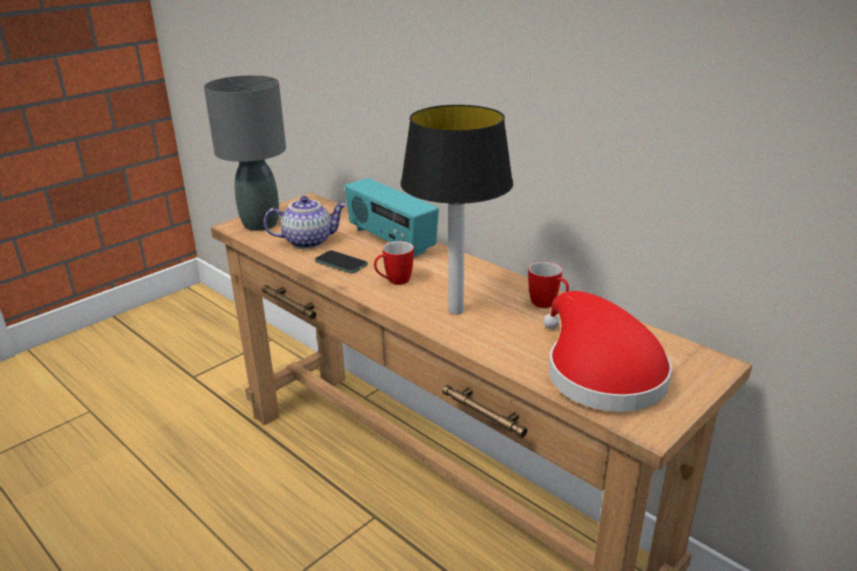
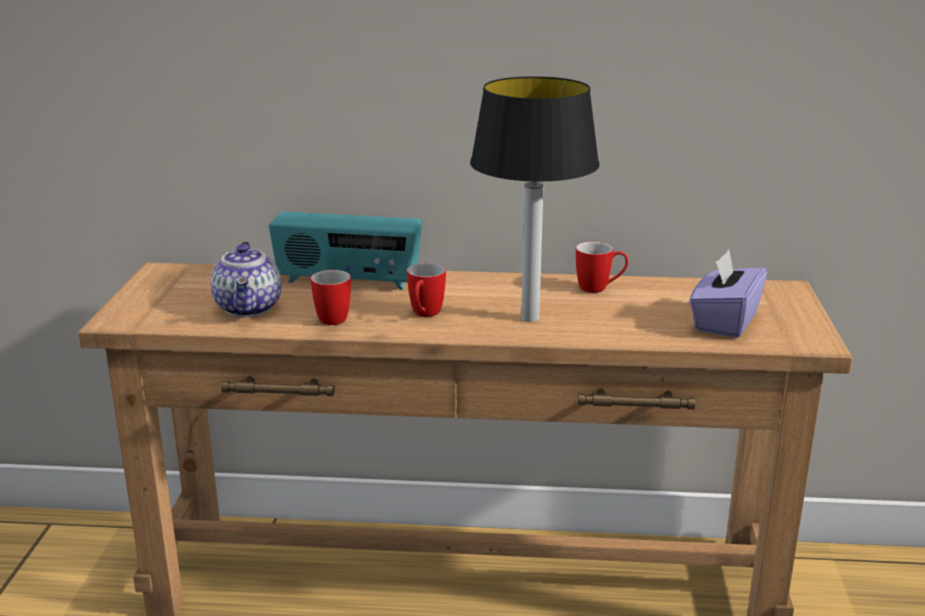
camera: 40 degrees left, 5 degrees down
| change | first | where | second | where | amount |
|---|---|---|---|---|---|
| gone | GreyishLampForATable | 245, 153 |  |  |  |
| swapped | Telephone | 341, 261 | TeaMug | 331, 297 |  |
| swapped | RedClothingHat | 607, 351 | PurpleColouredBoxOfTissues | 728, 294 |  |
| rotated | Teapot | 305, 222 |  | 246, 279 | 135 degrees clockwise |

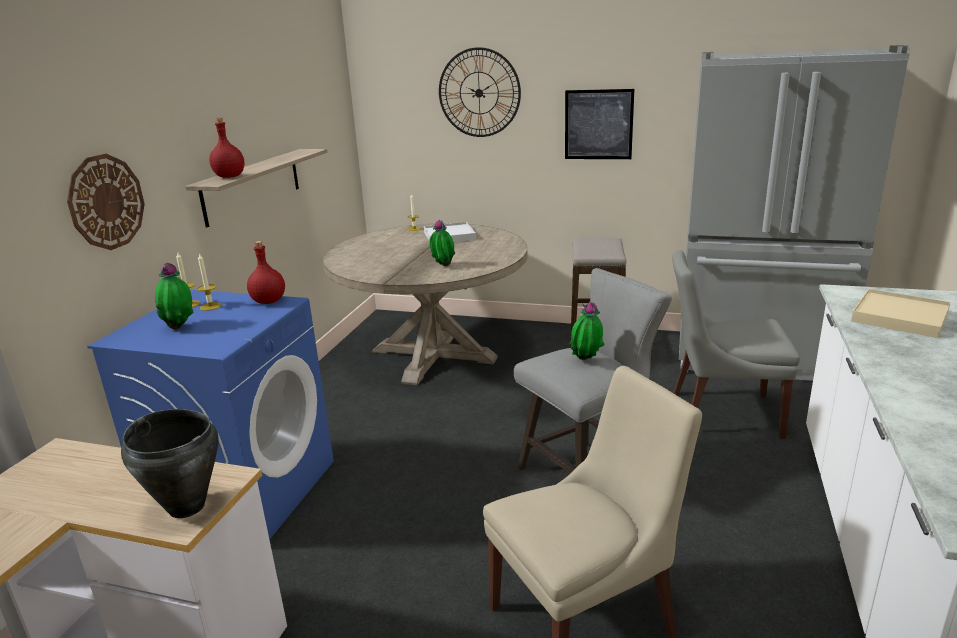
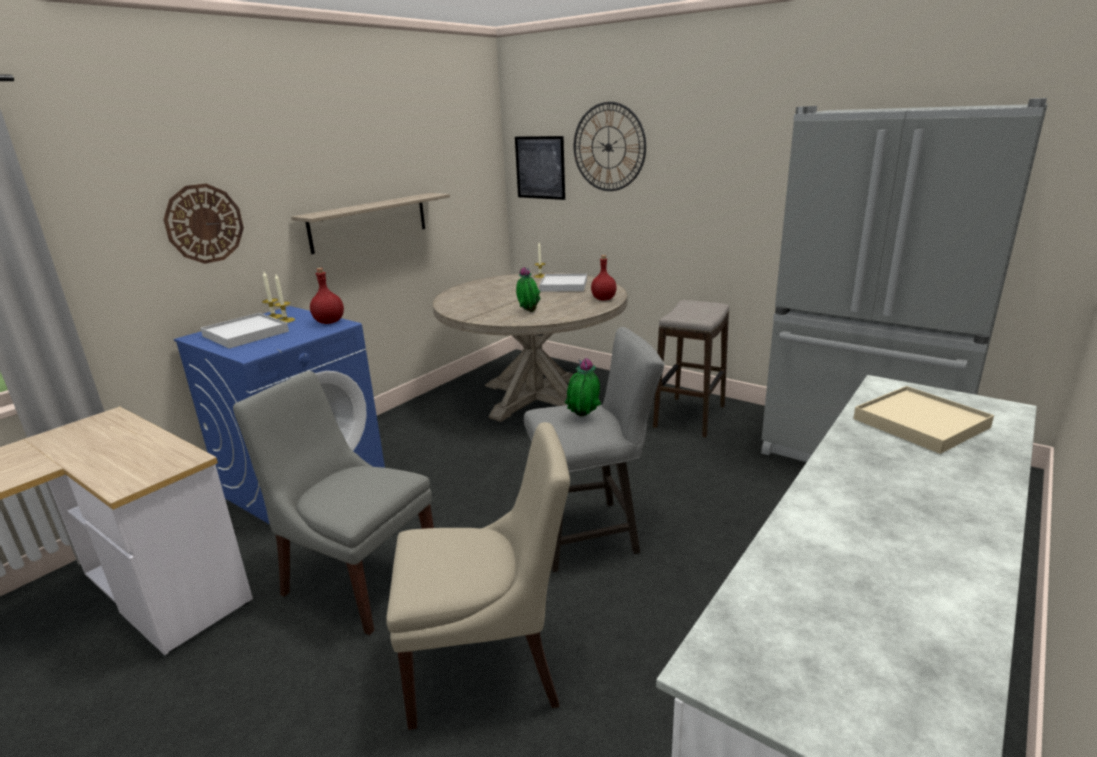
camera: 20 degrees right, 0 degrees up
| change | first | where | second | where | amount |
|---|---|---|---|---|---|
| gone | BlackishStockpot | 170, 463 |  |  |  |
| shifted | RedDrinkBottle | 226, 148 |  | 604, 277 |  |
| shifted | Picture | 599, 124 |  | 540, 168 |  |
| shifted | GreyishPlainChair | 736, 344 |  | 333, 503 |  |
| swapped | PlantInAPot | 174, 296 | WhiteCarryingTray | 245, 331 |  |

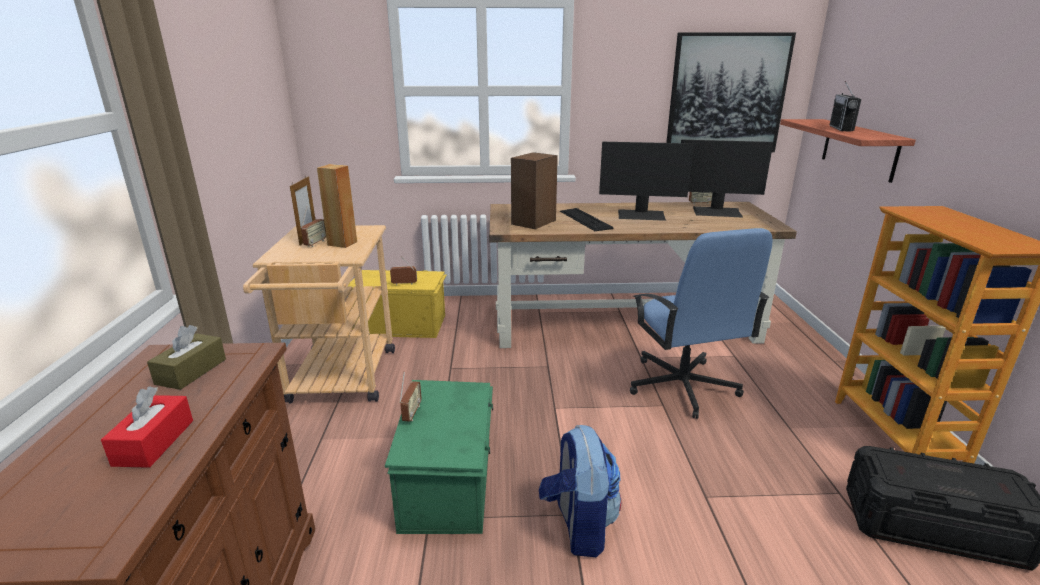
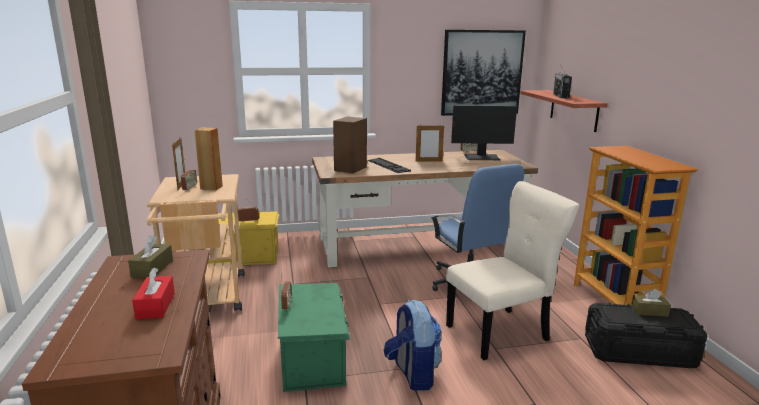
camera: 10 degrees left, 5 degrees down
| change | first | where | second | where | amount |
|---|---|---|---|---|---|
| new |  |  | SandColouredPlainChair | 512, 270 |  |
| new |  |  | BrownColouredBoxOfTissues | 651, 303 |  |
| swapped | ComputerScreen | 646, 181 | PhotoFrame | 430, 143 |  |

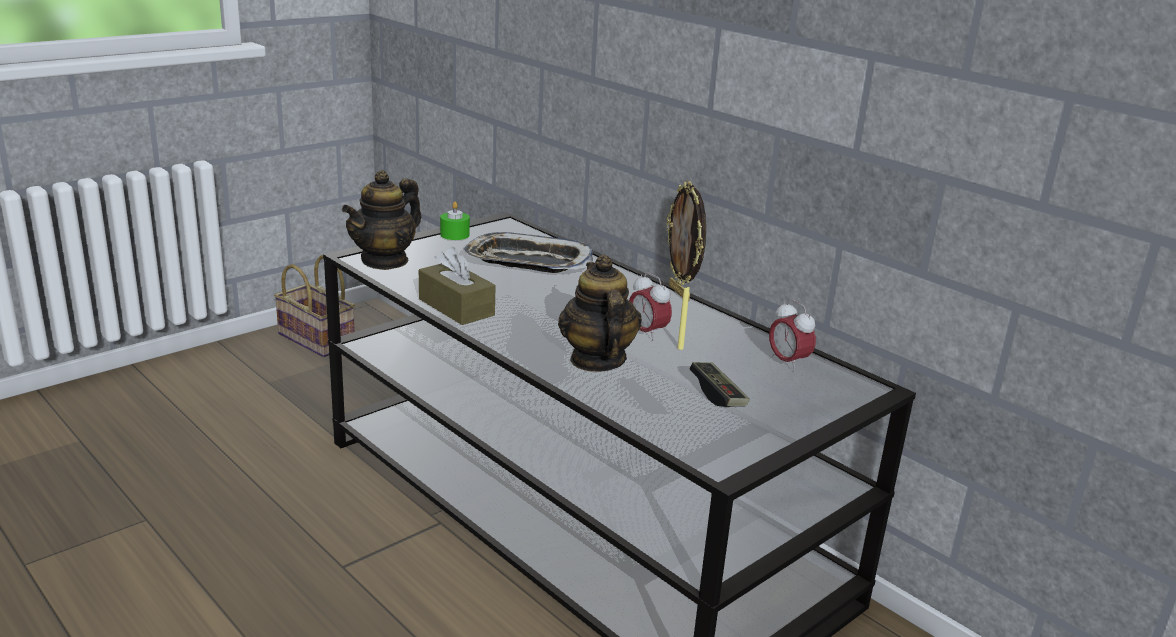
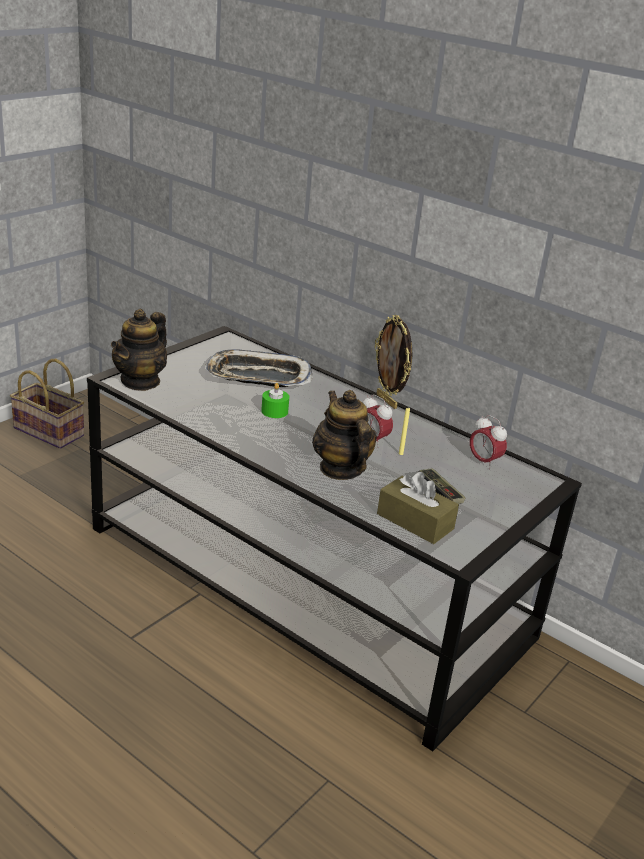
camera: 10 degrees left, 5 degrees up
| change | first | where | second | where | amount |
|---|---|---|---|---|---|
| shifted | BrownColouredBoxOfTissues | 457, 286 |  | 418, 508 |  |
| shifted | GreenishCandle | 455, 221 |  | 275, 400 |  |

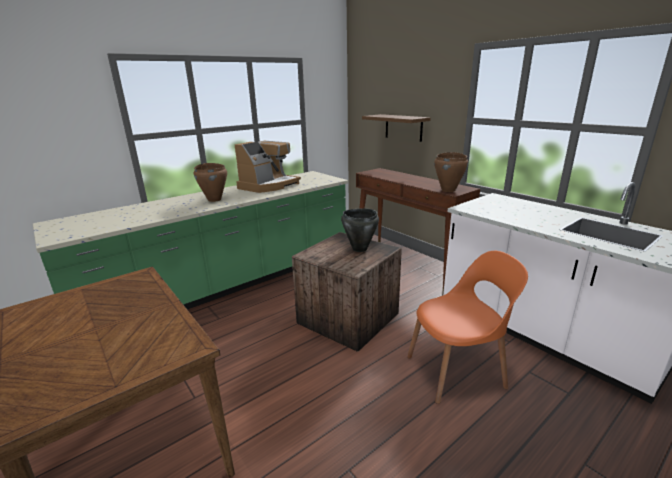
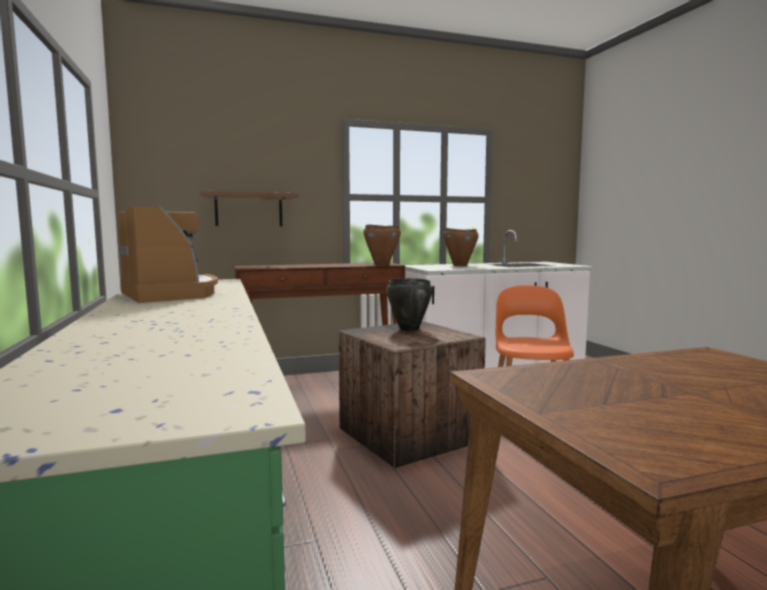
camera: 70 degrees left, 15 degrees down
| change | first | where | second | where | amount |
|---|---|---|---|---|---|
| shifted | BrownColouredStockpot | 210, 182 |  | 461, 247 |  |

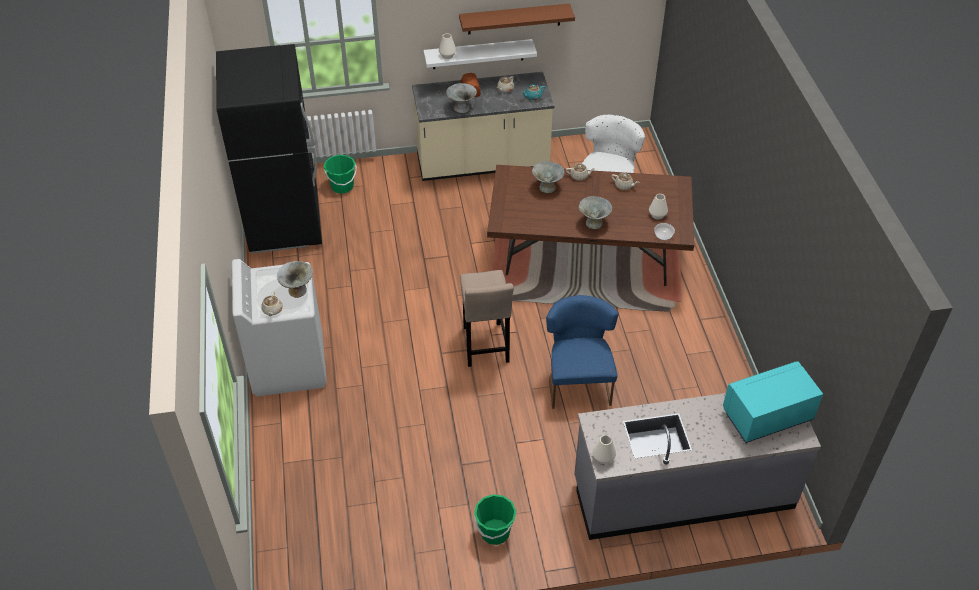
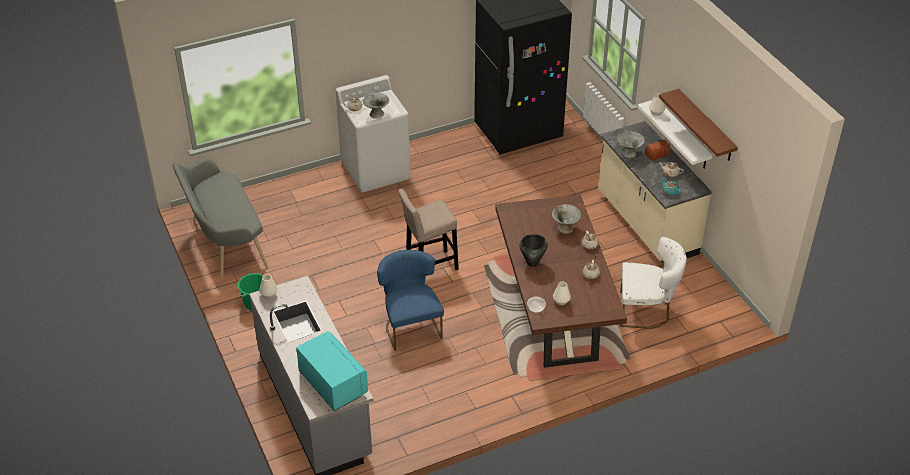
camera: 75 degrees right, 5 degrees down
| change | first | where | second | where | amount |
|---|---|---|---|---|---|
| gone | GreenishPail | 340, 174 |  |  |  |
| new |  |  | GreyishLongSeat | 220, 218 |  |
| swapped | GreyishBowl | 595, 212 | BlackishStockpot | 533, 250 |  |
| rotated | BluePlainChair | 582, 352 |  | 410, 300 | 90 degrees counterclockwise |

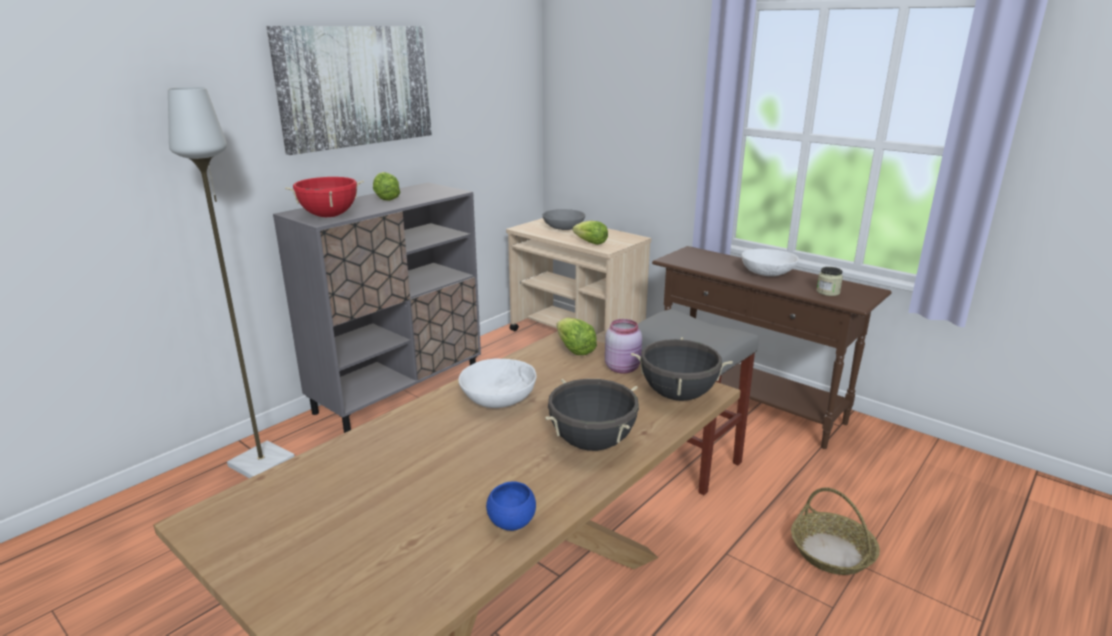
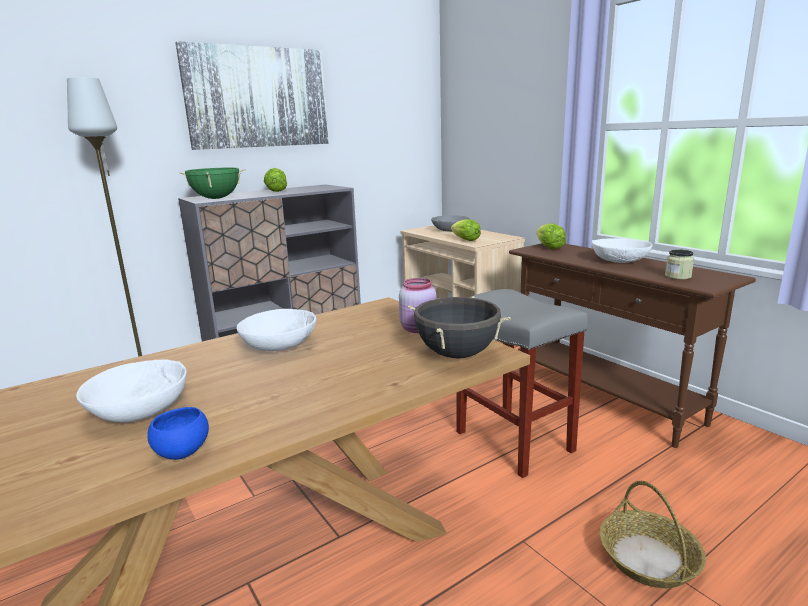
camera: 15 degrees right, 5 degrees down
| change | first | where | second | where | amount |
|---|---|---|---|---|---|
| gone | BlackishStockpot | 592, 415 |  |  |  |
| new |  |  | WhiteBowl | 131, 391 |  |
| shifted | HeadOfLettuce | 576, 336 |  | 551, 236 |  |
| repainted | RedStockpot | 324, 197 | GreenishStockpot | 212, 183 |  |

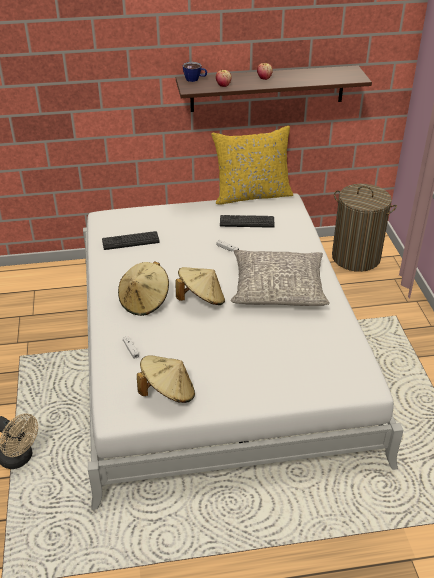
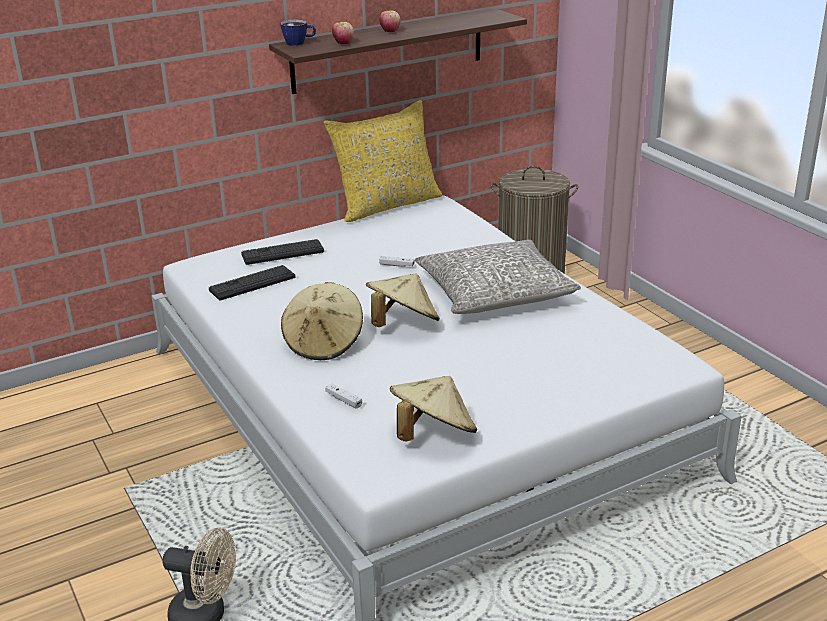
camera: 20 degrees left, 10 degrees down
| change | first | where | second | where | amount |
|---|---|---|---|---|---|
| shifted | Keyboard | 247, 221 |  | 282, 252 |  |

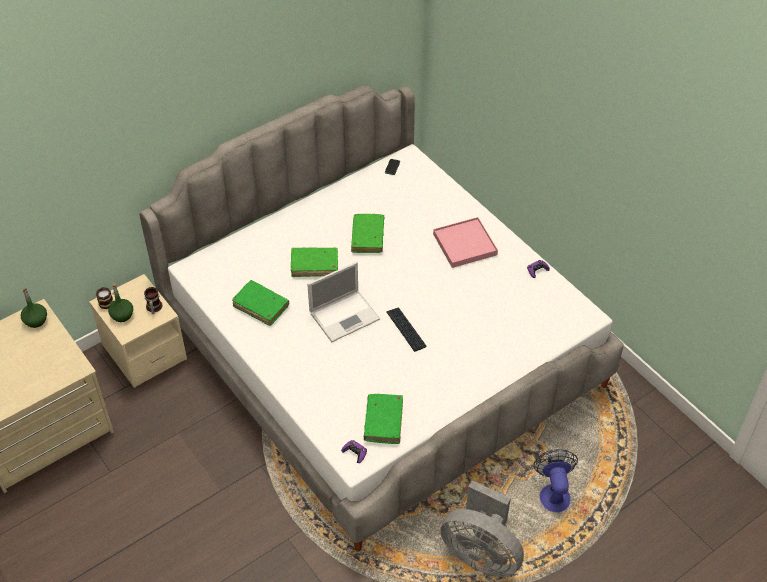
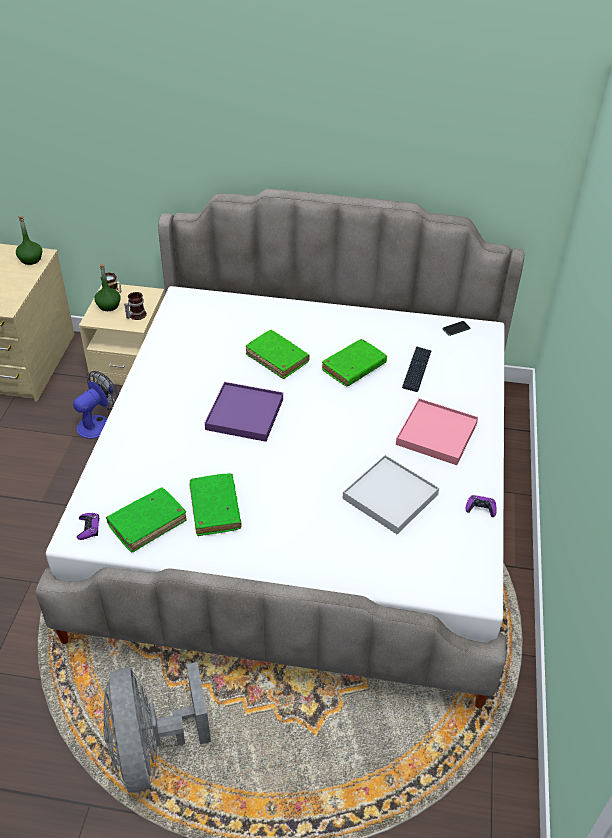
camera: 45 degrees right, 5 degrees down
| change | first | where | second | where | amount |
|---|---|---|---|---|---|
| new |  |  | WhiteCarryingTray | 391, 494 |  |
| shifted | GreenishBoundBook | 260, 303 |  | 215, 504 |  |
| shifted | Keyboard | 406, 329 |  | 417, 369 |  |
| shifted | Fan | 555, 480 |  | 96, 405 |  |
| swapped | NotebookComputer | 343, 302 | PurpleColouredCarryingTray | 244, 412 |  |

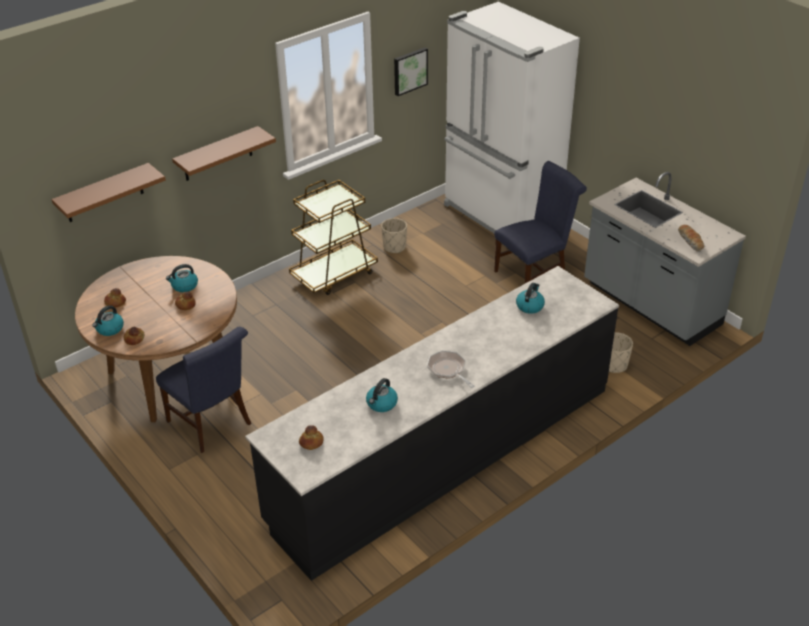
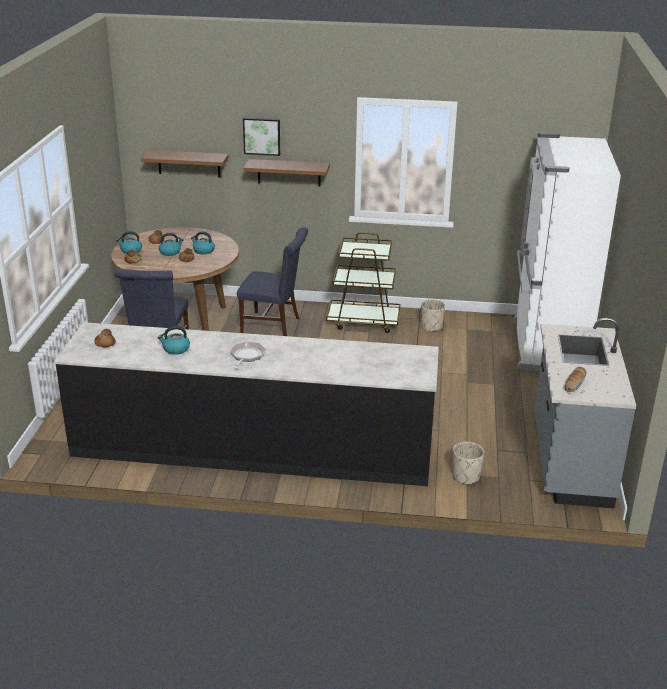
camera: 45 degrees right, 10 degrees down
| change | first | where | second | where | amount |
|---|---|---|---|---|---|
| shifted | Picture | 411, 71 |  | 261, 136 |  |
| shifted | BluePlainChair | 540, 222 |  | 272, 281 |  |
| shifted | WaterKettle | 530, 298 |  | 171, 244 |  |

